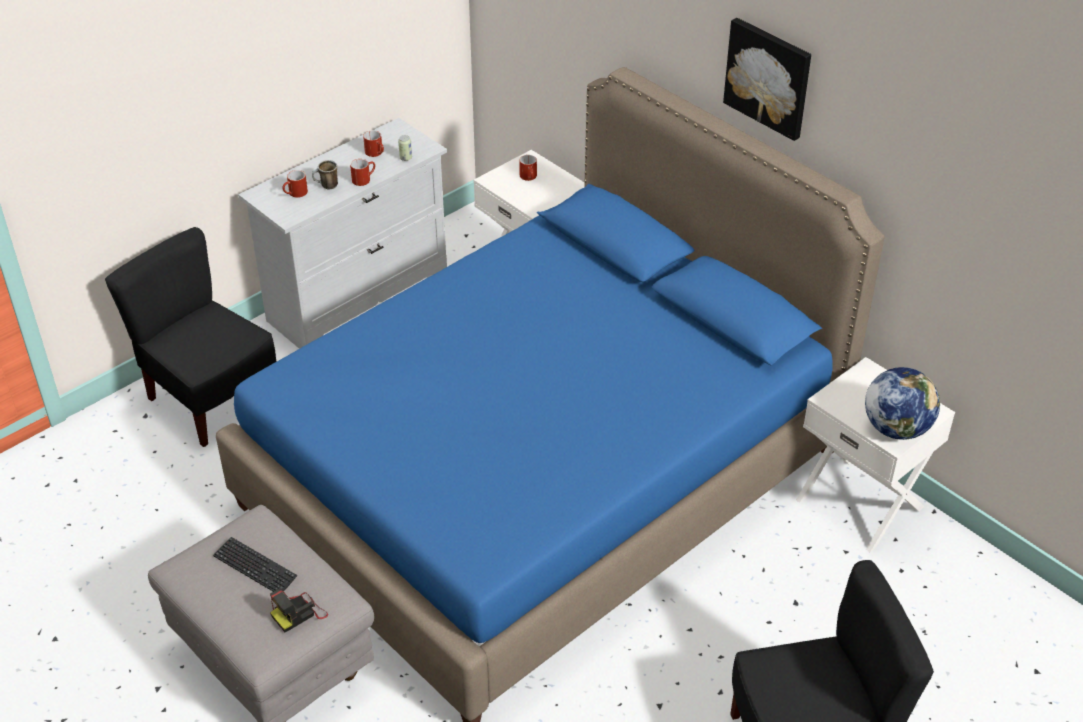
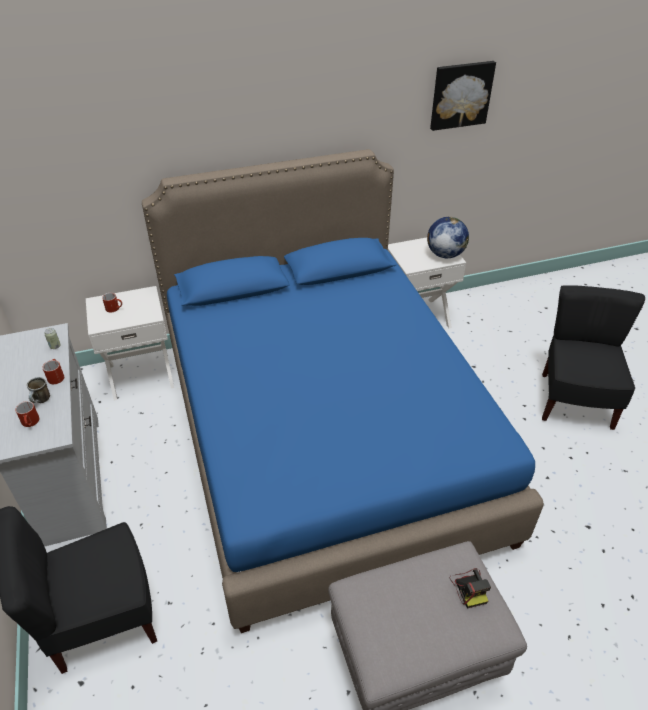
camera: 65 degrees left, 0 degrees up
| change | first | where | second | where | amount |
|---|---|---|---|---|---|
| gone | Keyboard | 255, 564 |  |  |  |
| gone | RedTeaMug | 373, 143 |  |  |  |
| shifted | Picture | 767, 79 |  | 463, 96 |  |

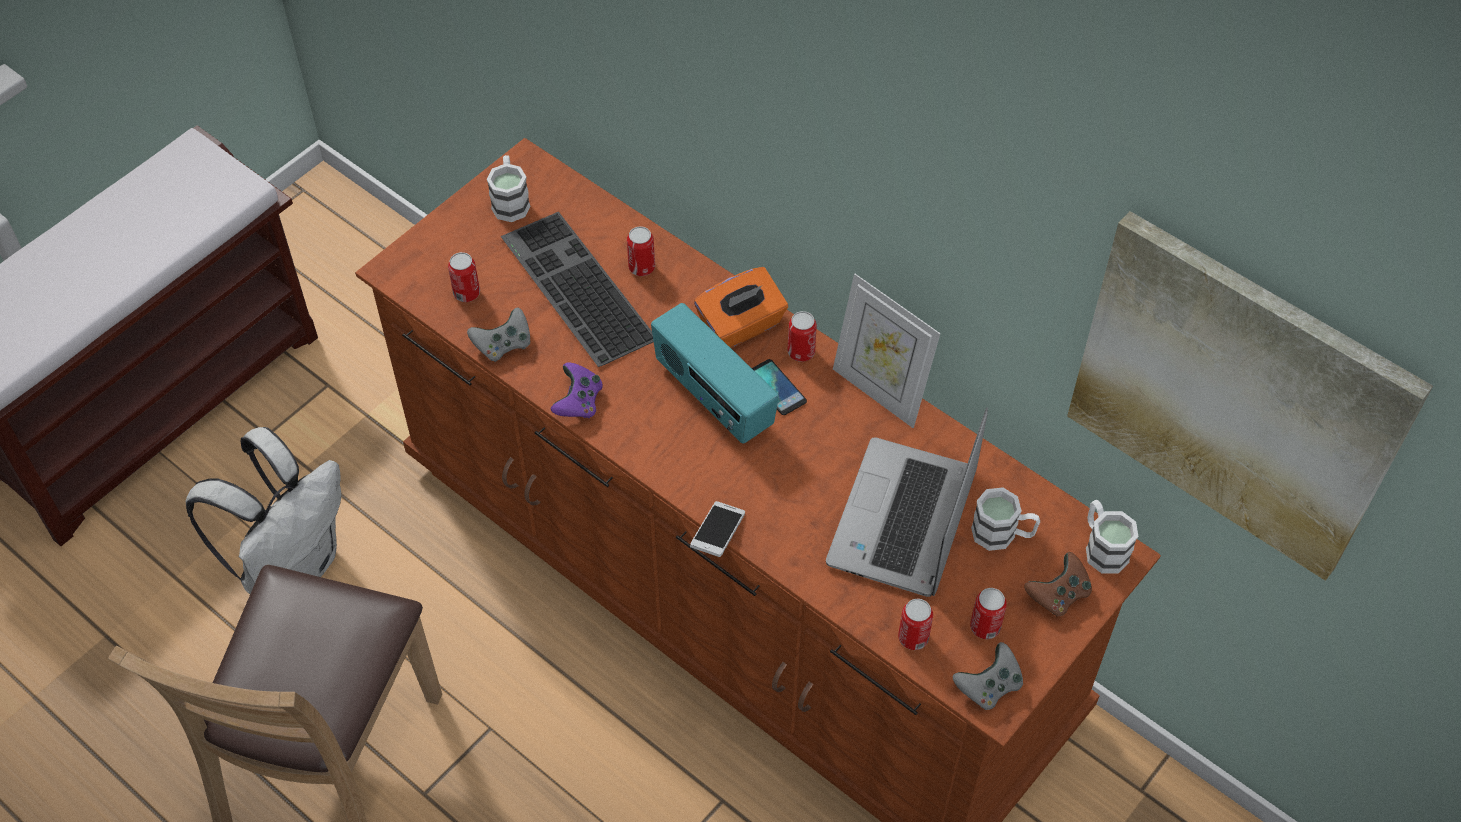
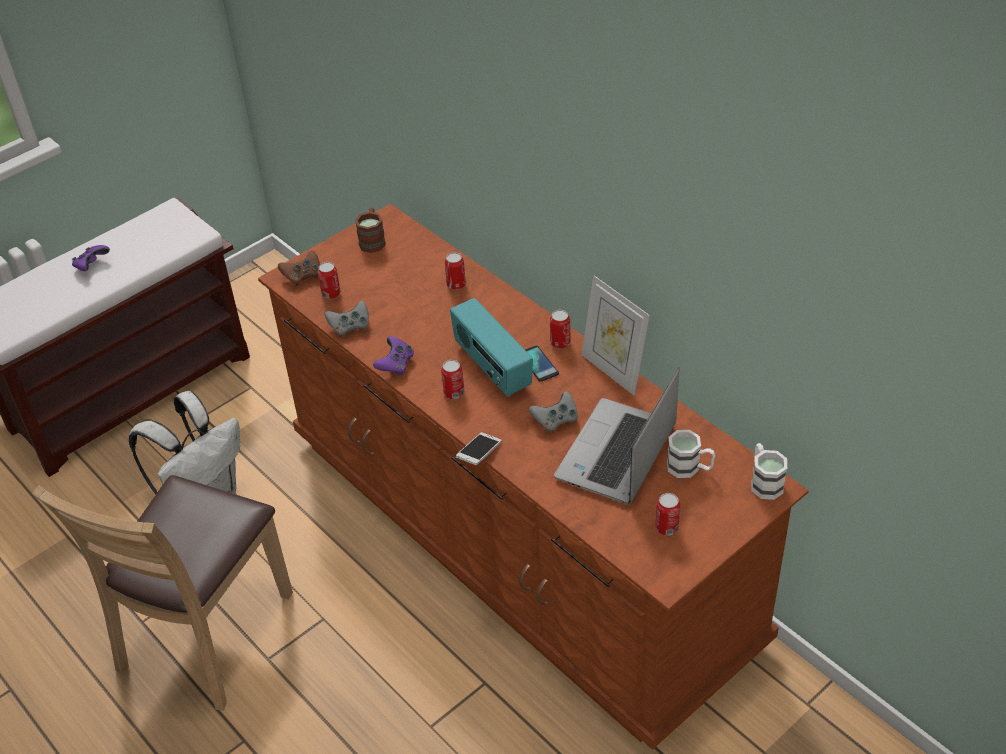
camera: 10 degrees right, 10 degrees down
| change | first | where | second | where | amount |
|---|---|---|---|---|---|
| gone | Keyboard | 577, 289 |  |  |  |
| gone | OrangeColouredBoxOfTissues | 741, 307 |  |  |  |
| gone | Picture | 1250, 396 |  |  |  |
| new |  |  | PurpleColouredGamepad | 91, 258 |  |
| shifted | SealedCan | 915, 624 |  | 452, 379 |  |
| shifted | GreyishGamepad | 988, 676 |  | 553, 411 |  |
| shifted | BrownColouredGamepad | 1058, 584 |  | 299, 268 |  |
| repainted | WhiteTeaMug | 508, 188 | BrownColouredTeaMug | 370, 230 |  |

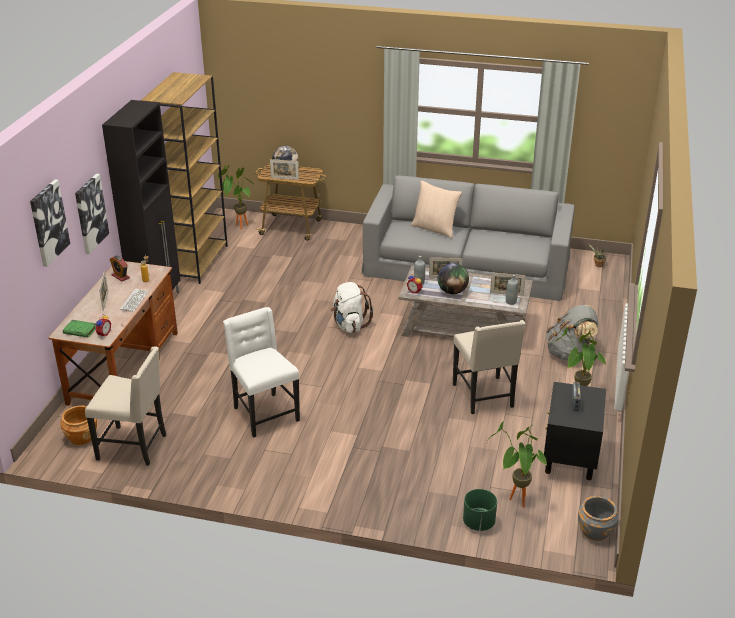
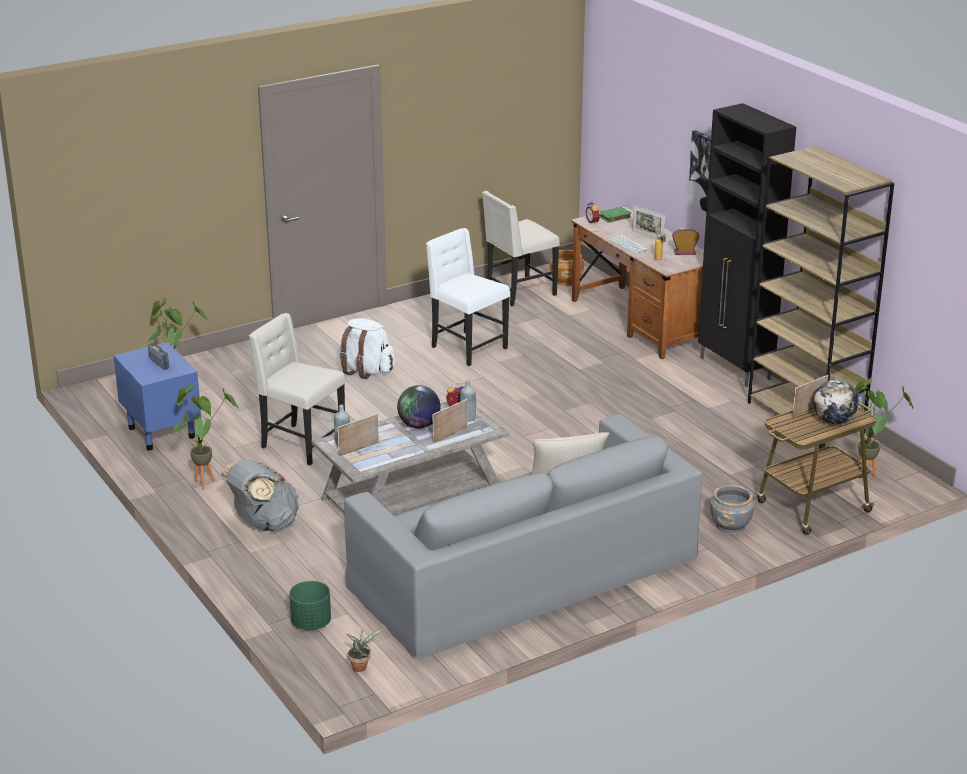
camera: 135 degrees right, 5 degrees down
| change | first | where | second | where | amount |
|---|---|---|---|---|---|
| gone | Picture | 50, 223 |  |  |  |
| shifted | WhiteBackpack | 351, 307 |  | 367, 348 |  |
| shifted | GreenishPlanter | 480, 510 |  | 310, 605 |  |
| shifted | GreyishPlanter | 598, 518 |  | 732, 509 |  |
| repainted | BlackishNightstand | 575, 431 | BlueNightstand | 157, 396 |  |
| rotated | WhitePlainChair | 261, 372 |  | 468, 297 | 150 degrees counterclockwise |

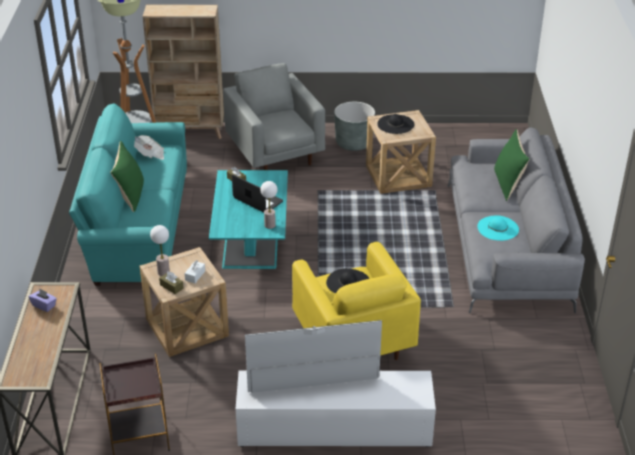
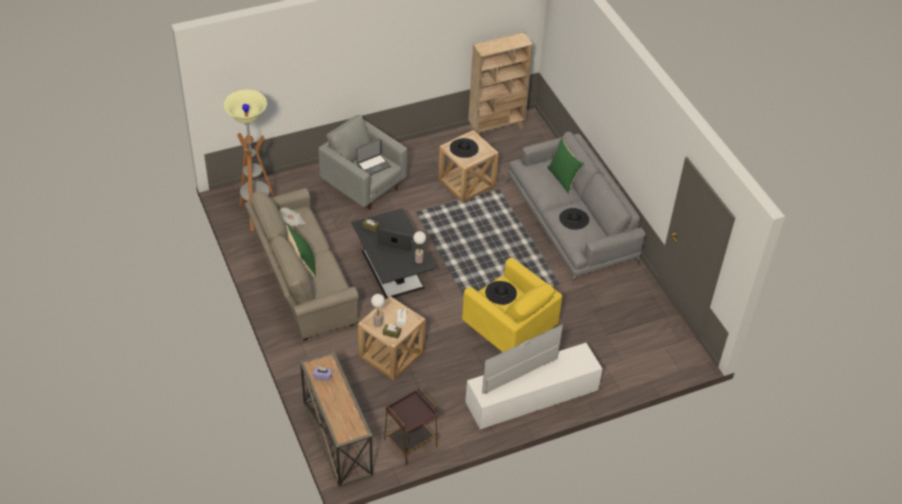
camera: 25 degrees left, 10 degrees up
| change | first | where | second | where | amount |
|---|---|---|---|---|---|
| gone | GreyishPlanter | 354, 126 |  |  |  |
| new |  |  | NotebookComputer | 373, 157 |  |
| shifted | SandColouredBookshelf | 183, 72 |  | 500, 83 |  |
| repainted | BlueGreenCouch | 128, 195 | SandColouredCouch | 302, 264 |  |
| repainted | BlueGreenCoffeeTable | 248, 219 | BlackishCoffeeTable | 393, 253 |  |
| repainted | BlueGreenClothingHat | 498, 228 | BlackishClothingHat | 574, 219 |  |

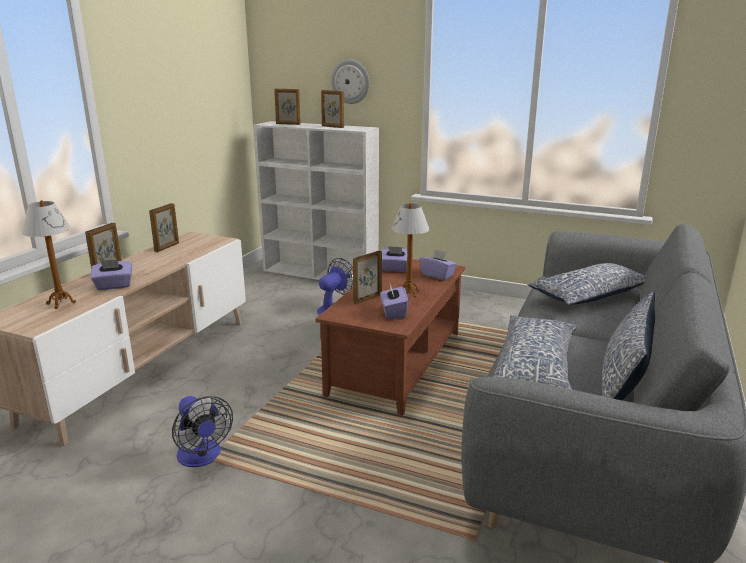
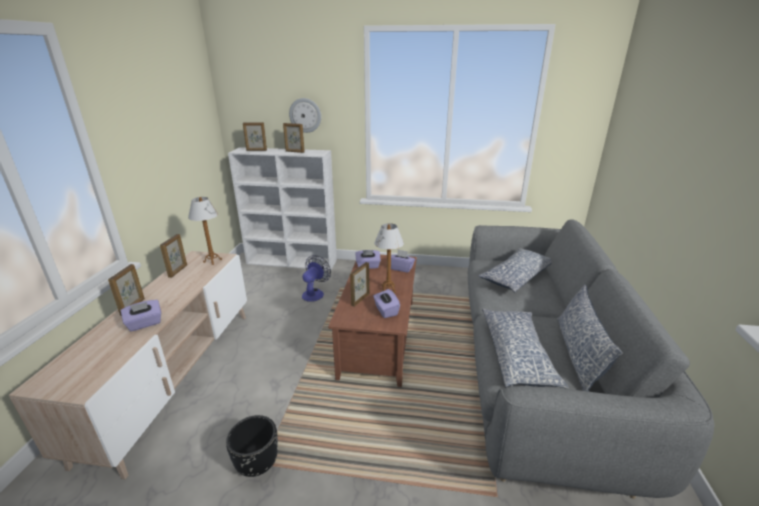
camera: 15 degrees left, 5 degrees up
| change | first | where | second | where | amount |
|---|---|---|---|---|---|
| shifted | LampForATable | 49, 254 |  | 205, 231 |  |
| swapped | Fan | 202, 431 | BlackishPlanter | 252, 446 |  |

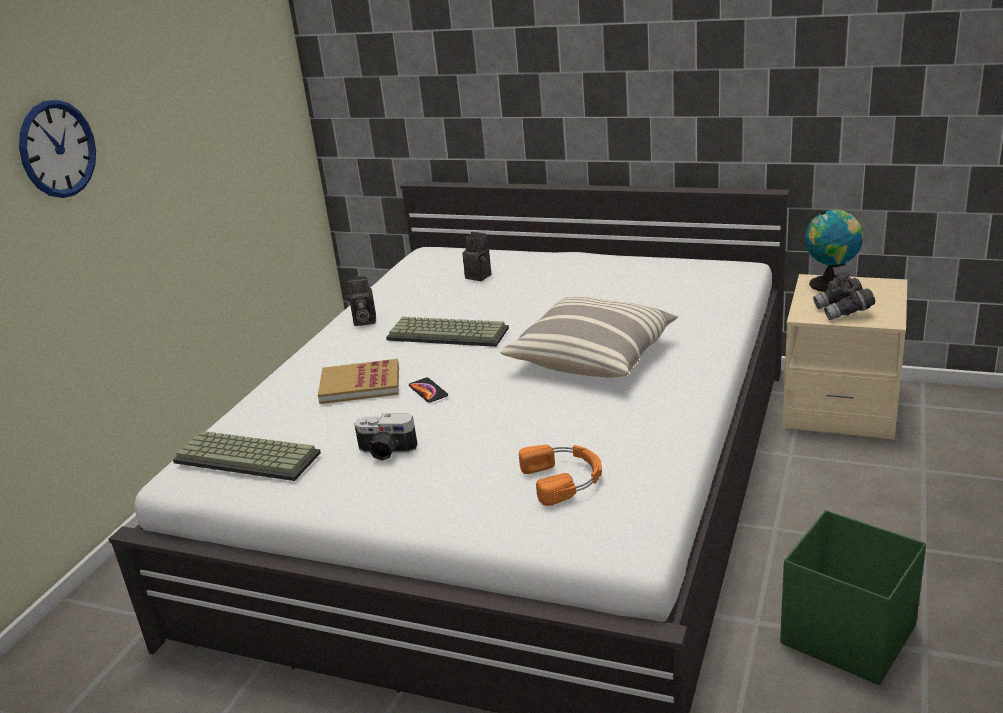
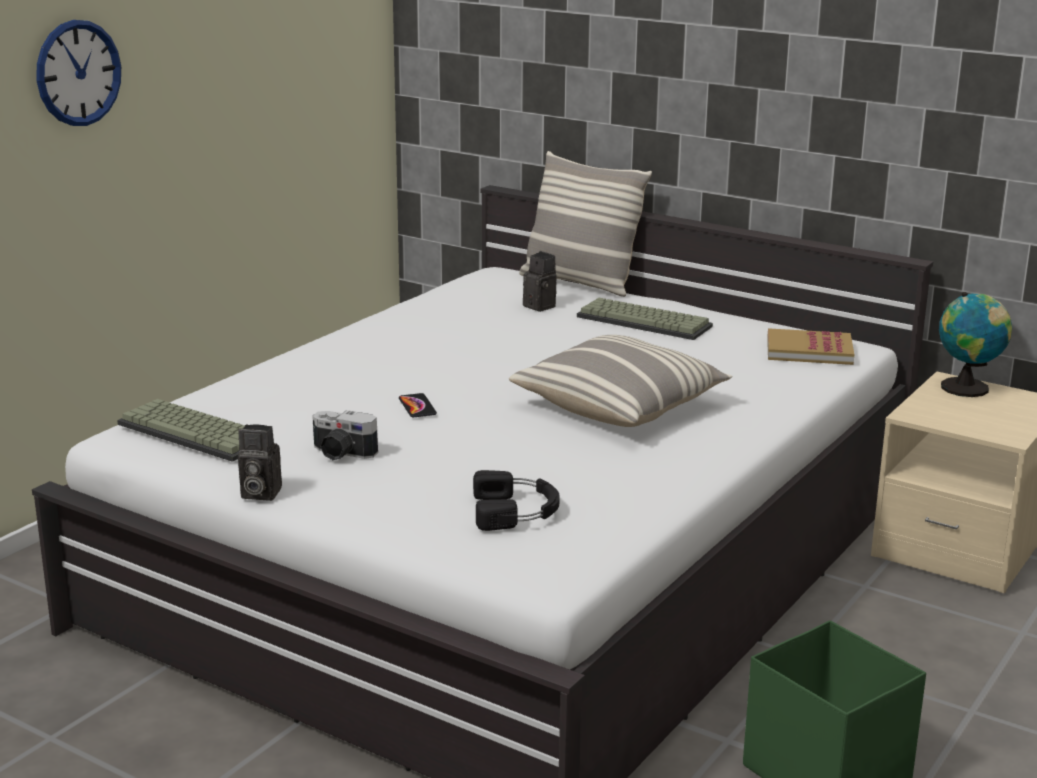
camera: 10 degrees right, 5 degrees down
| change | first | where | second | where | amount |
|---|---|---|---|---|---|
| gone | GreyishBinoculars | 844, 296 |  |  |  |
| new |  |  | ThrowPillow | 585, 224 |  |
| shifted | BoundBook | 358, 381 |  | 810, 346 |  |
| shifted | StillCamera | 361, 301 |  | 260, 462 |  |
| shifted | Keyboard | 447, 332 |  | 645, 319 |  |
| repainted | OrangeColouredHeadphones | 560, 475 | BlackishHeadphones | 516, 500 |  |

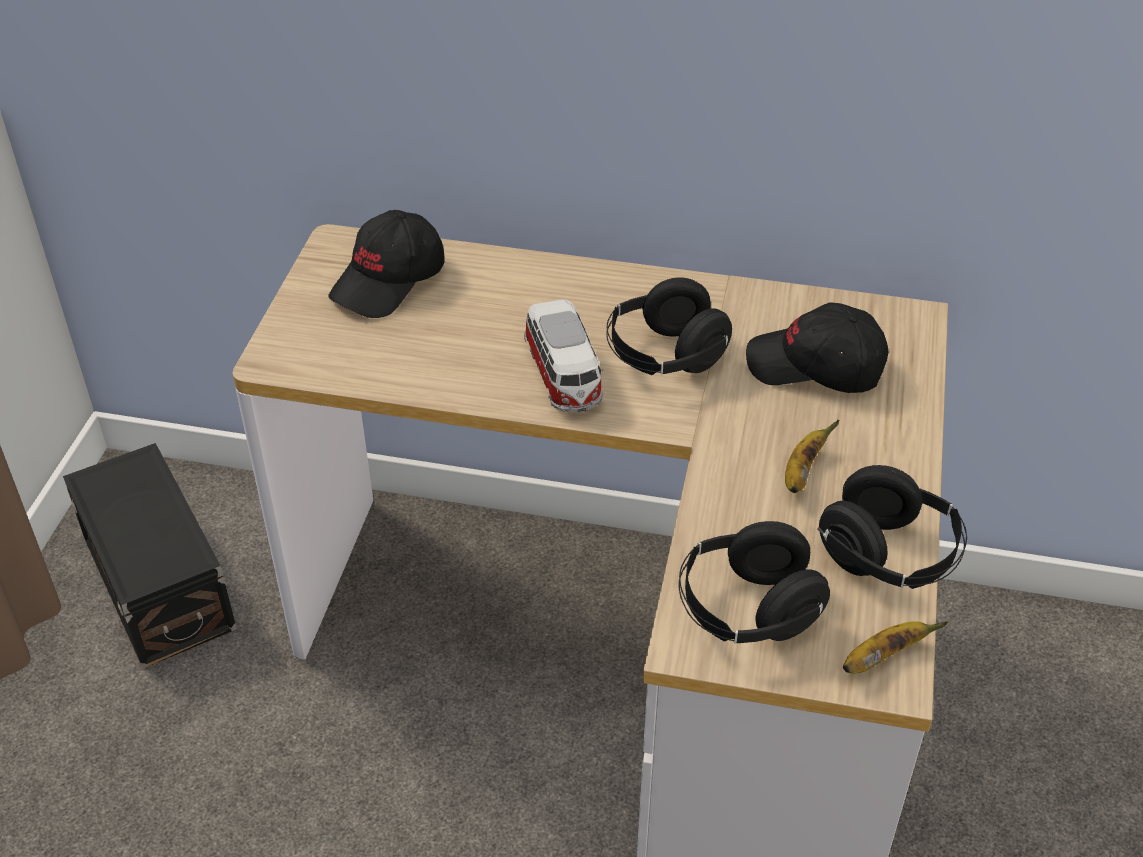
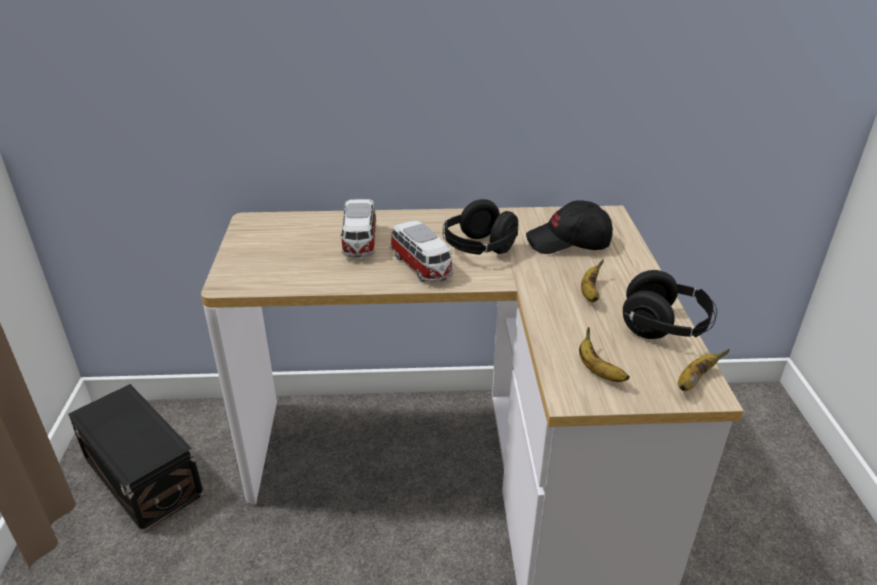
camera: 15 degrees left, 10 degrees down
| change | first | where | second | where | amount |
|---|---|---|---|---|---|
| gone | BlackishBaseballCap | 386, 264 |  |  |  |
| new |  |  | MiniatureCar | 358, 228 |  |
| swapped | BlackishHeadphones | 754, 582 | WholeBanana | 604, 354 |  |

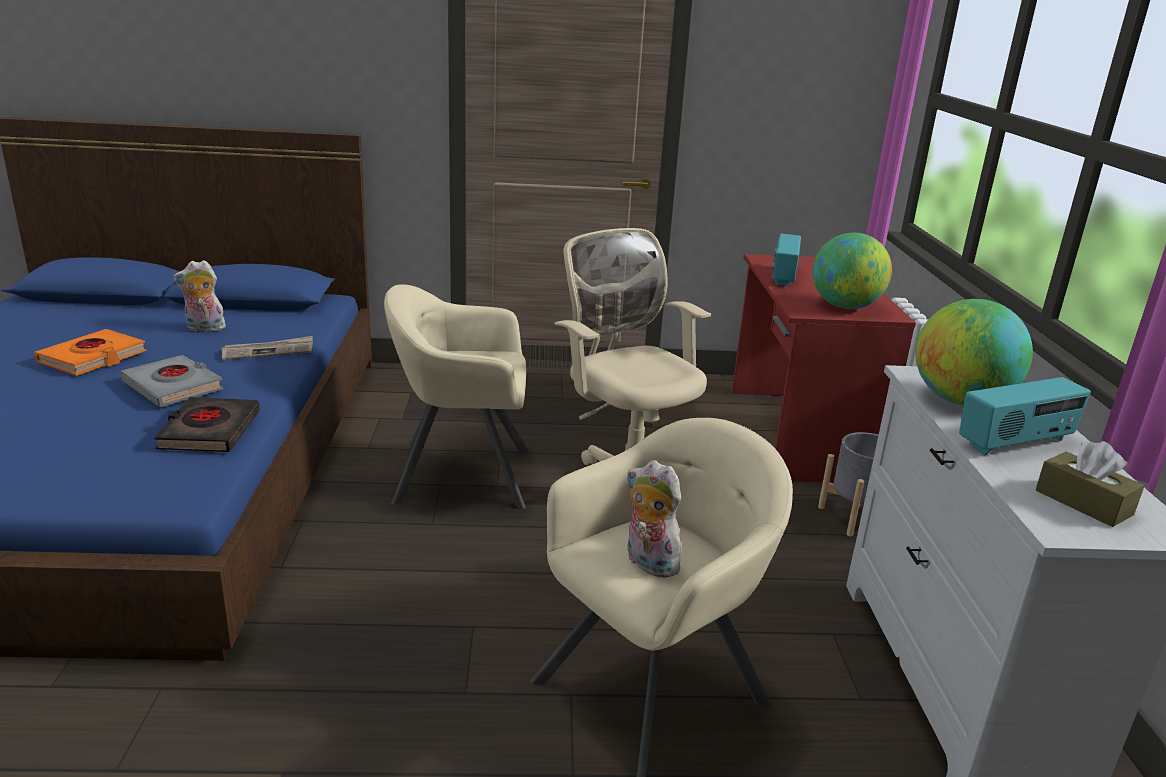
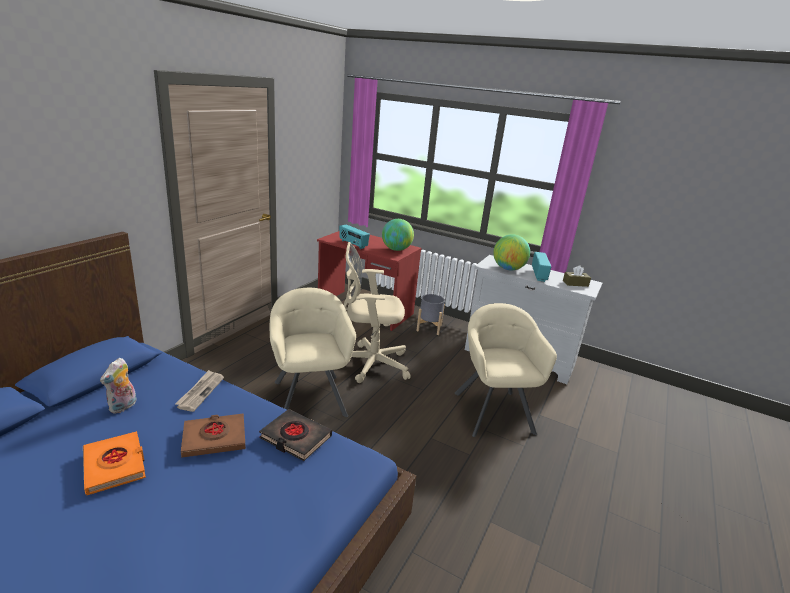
camera: 60 degrees left, 0 degrees up
| change | first | where | second | where | amount |
|---|---|---|---|---|---|
| gone | PlushToy | 654, 519 |  |  |  |
| repainted | GreyishBoundBook | 171, 381 | BrownColouredBoundBook | 213, 435 |  |
| rotated | SandColouredLoungeChair | 456, 396 |  | 313, 352 | 135 degrees clockwise |

